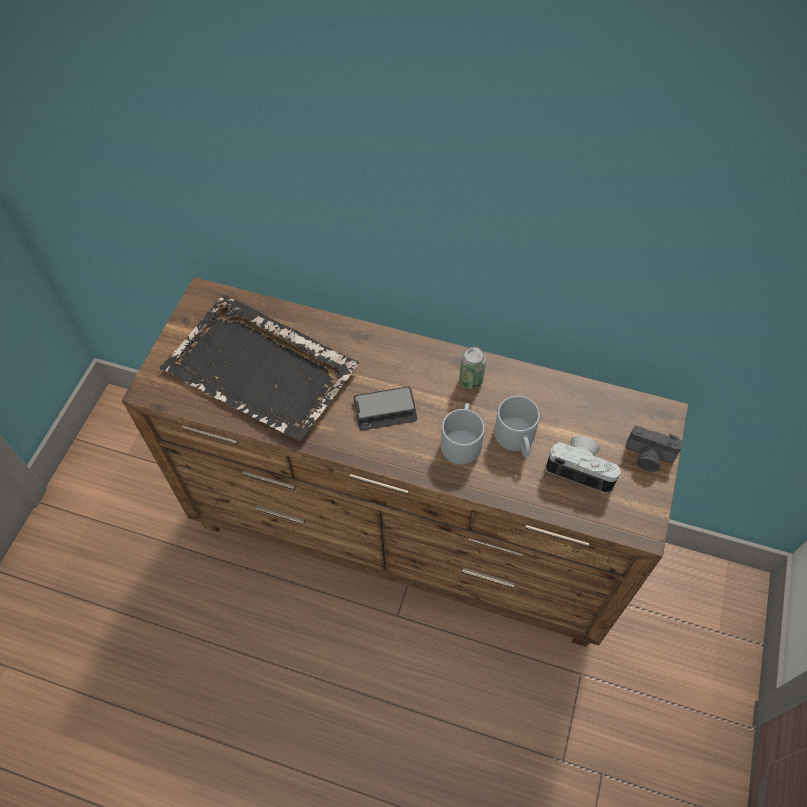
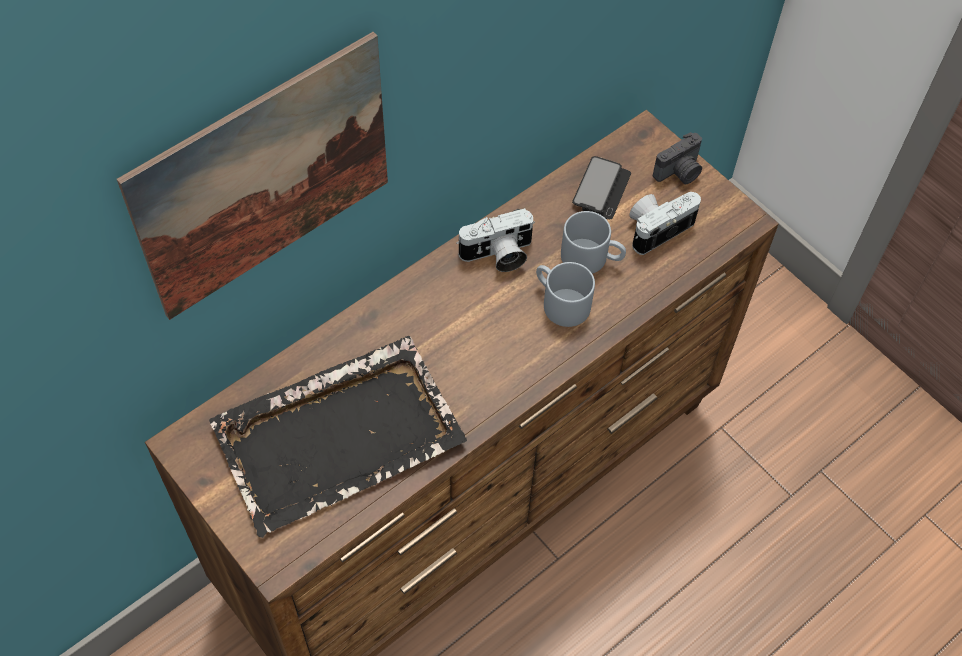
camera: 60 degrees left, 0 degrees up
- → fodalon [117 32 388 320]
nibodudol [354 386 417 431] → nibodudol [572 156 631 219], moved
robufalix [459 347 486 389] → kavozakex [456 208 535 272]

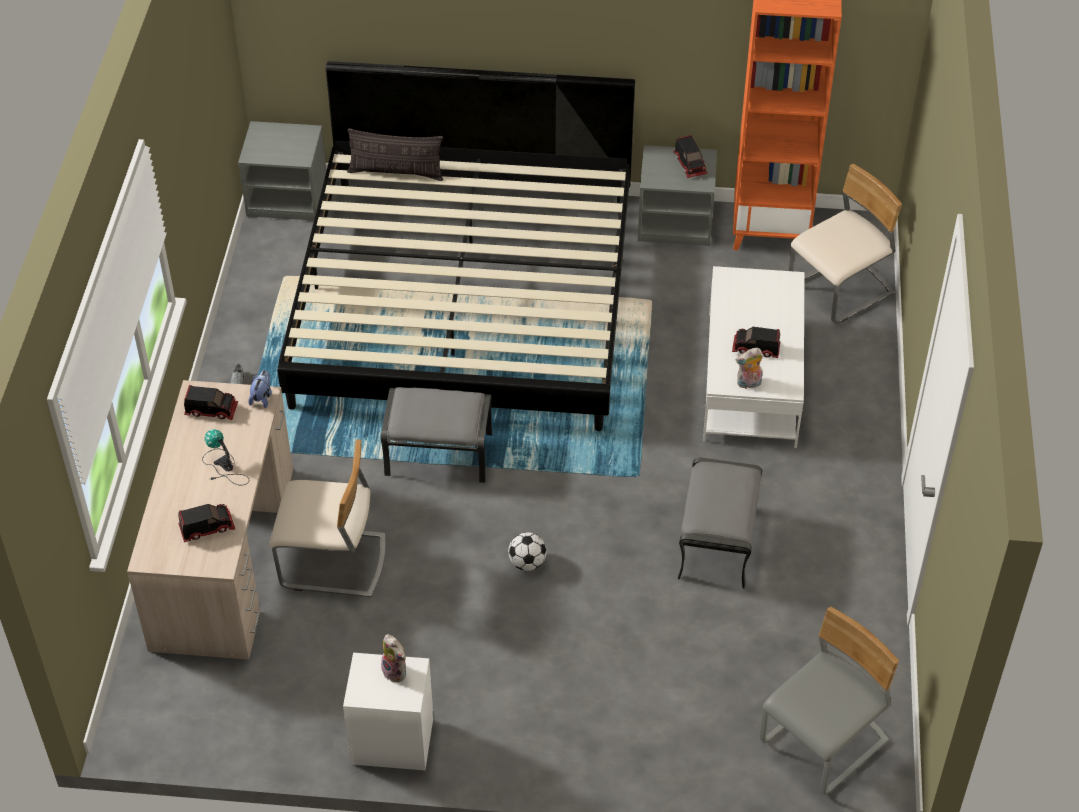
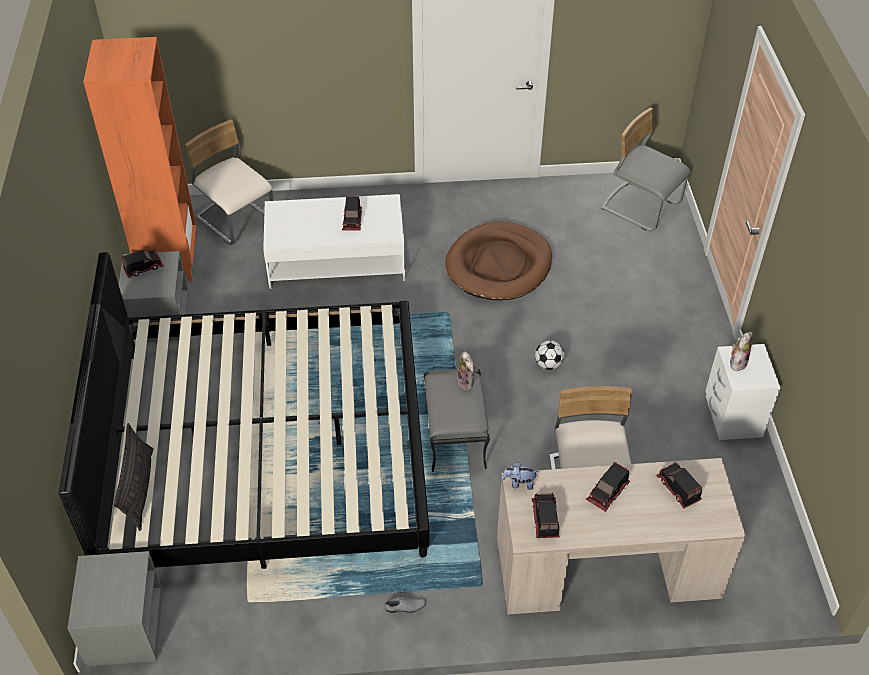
camera: 100 degrees left, 0 degrees up
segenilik [736 348 763 389] → segenilik [456 351 476 390], moved
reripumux [202 429 249 485] → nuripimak [586 462 630 512]
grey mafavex [678 457 762 589] → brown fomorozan [445 222 552 300]

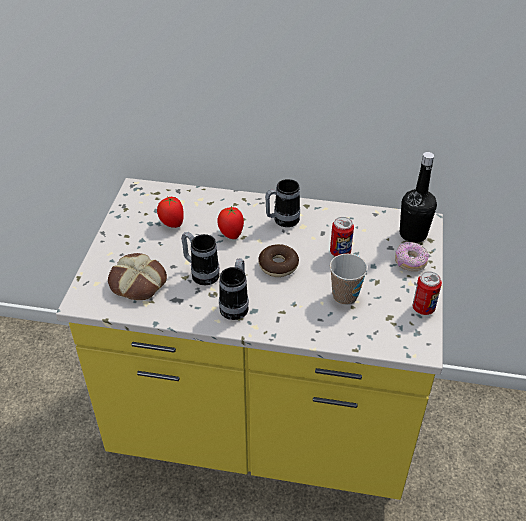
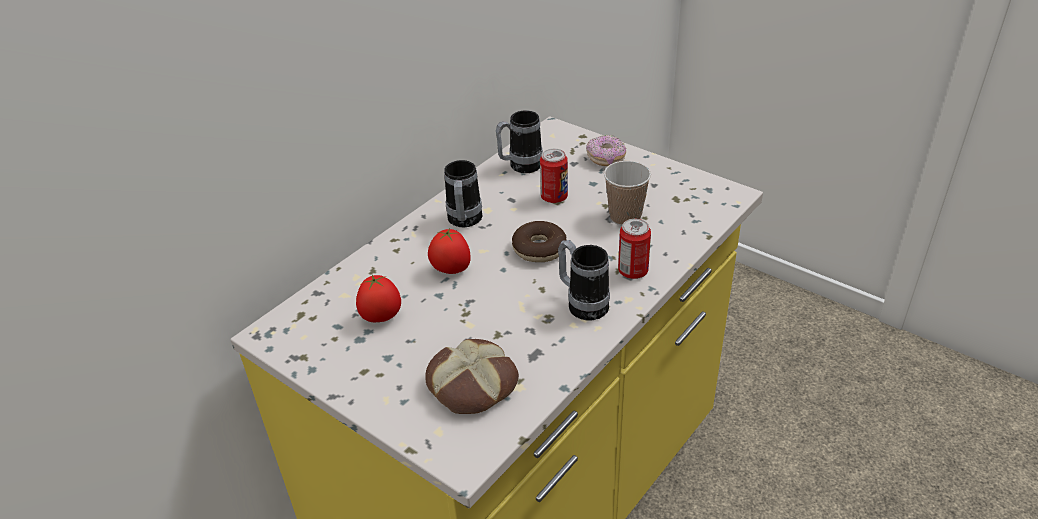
camera: 60 degrees left, 5 degrees down
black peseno [400 152 437 243] → -
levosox [181 232 220 285] → levosox [496 110 543 173], moved
robufalix [412 271 442 315] → robufalix [618 219 651 279], moved

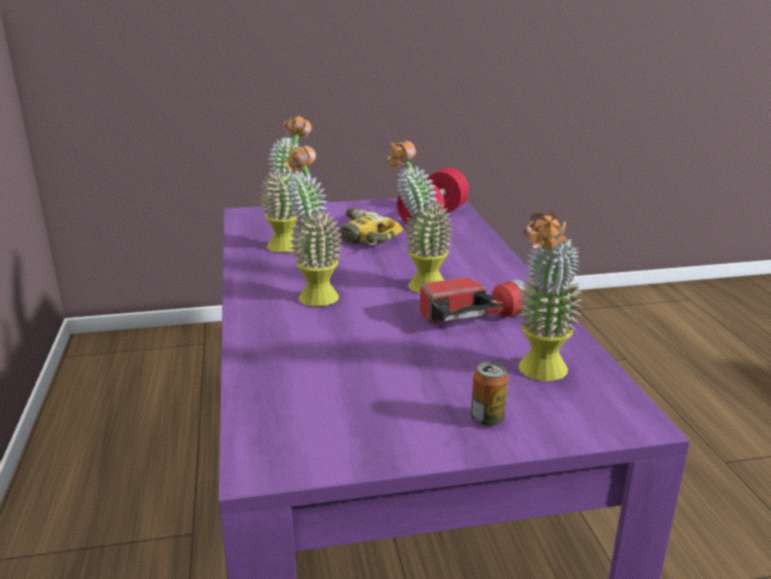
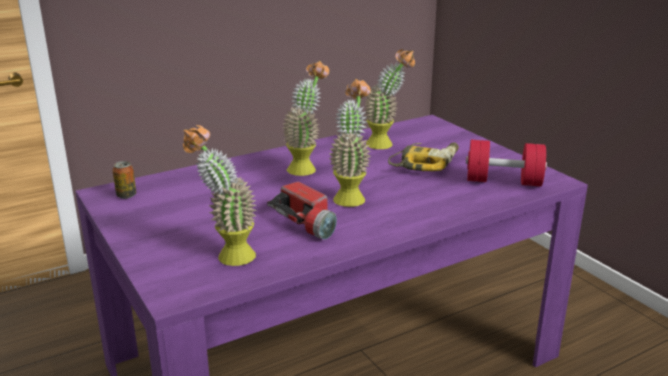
camera: 70 degrees right, 0 degrees up
robufalix [471 362 508 426] → robufalix [113 161 136 199], moved

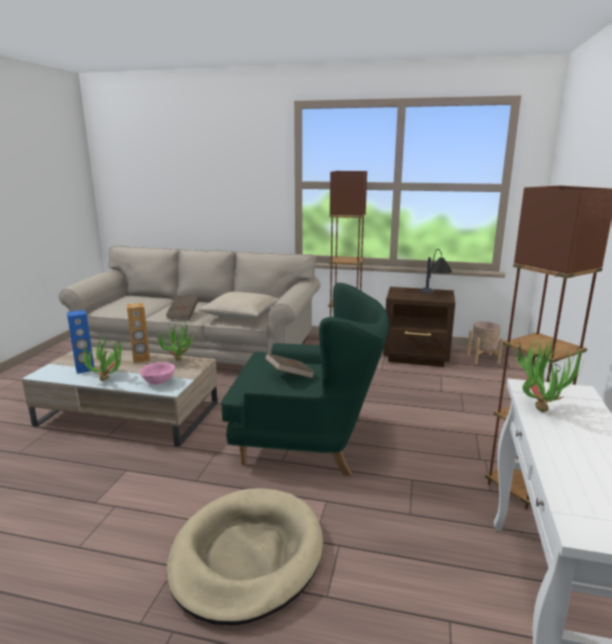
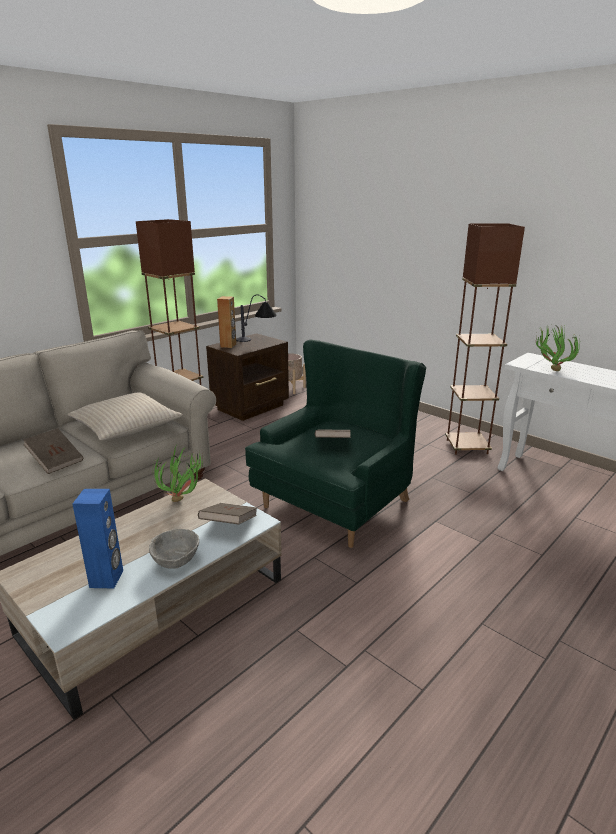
camera: 60 degrees left, 5 degrees up
beige fomorozan [166 488 323 625] → -
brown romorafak [127 303 150 363] → brown romorafak [217 296 236 348], moved
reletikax [83 336 124 381] → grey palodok [149 529 199 569]
pink palodok [140 362 175 384] → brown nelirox [198 503 257 524]

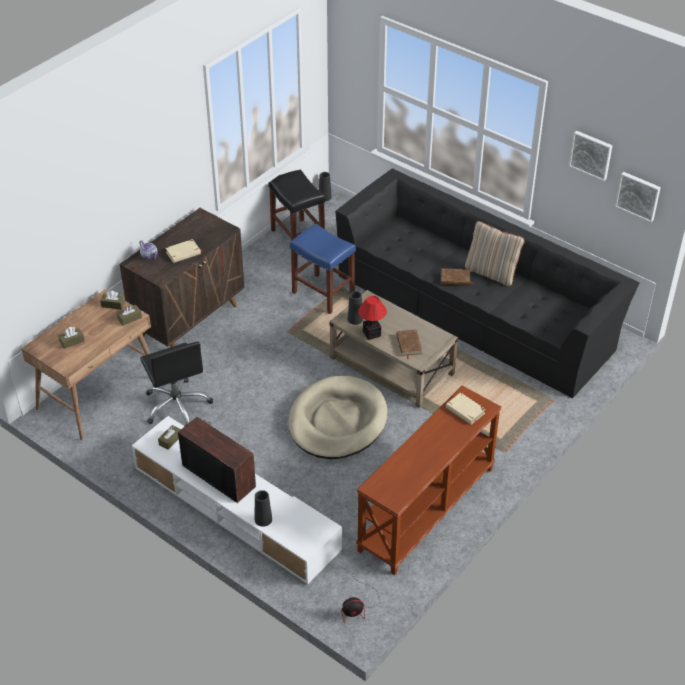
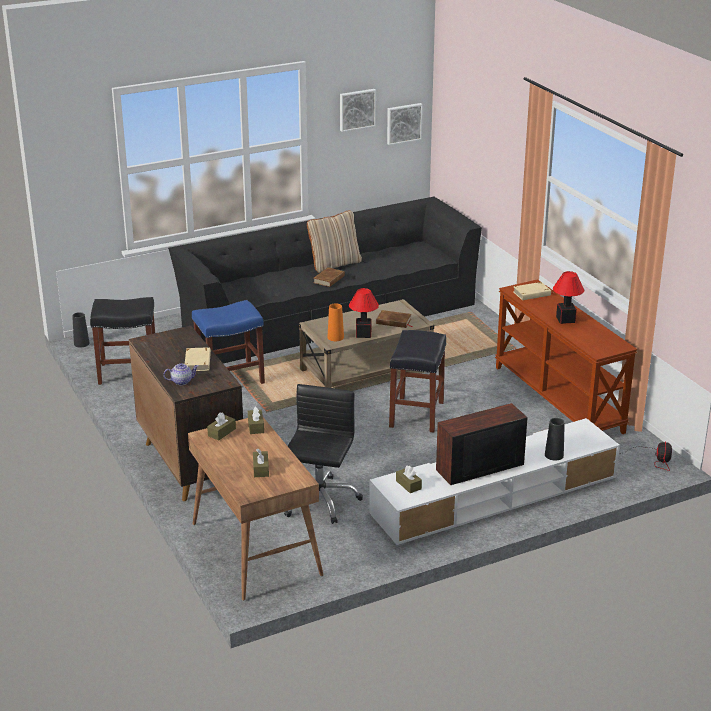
camera: 65 degrees left, 15 degrees down
- → reripumux [553 271 584 324]
beige fomorozan [289 376 388 459] → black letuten [389 330 447 433]
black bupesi [348 291 363 325] → orange bupesi [328 303 344 341]
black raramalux [140 341 213 425] → black raramalux [284 384 363 524], 75 degrees counterclockwise

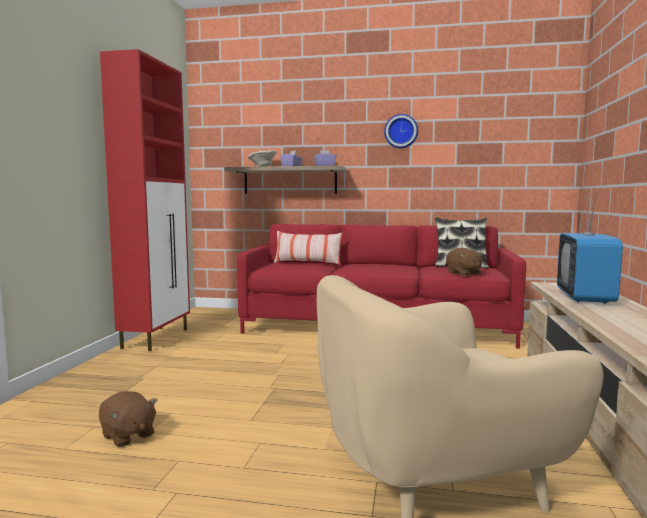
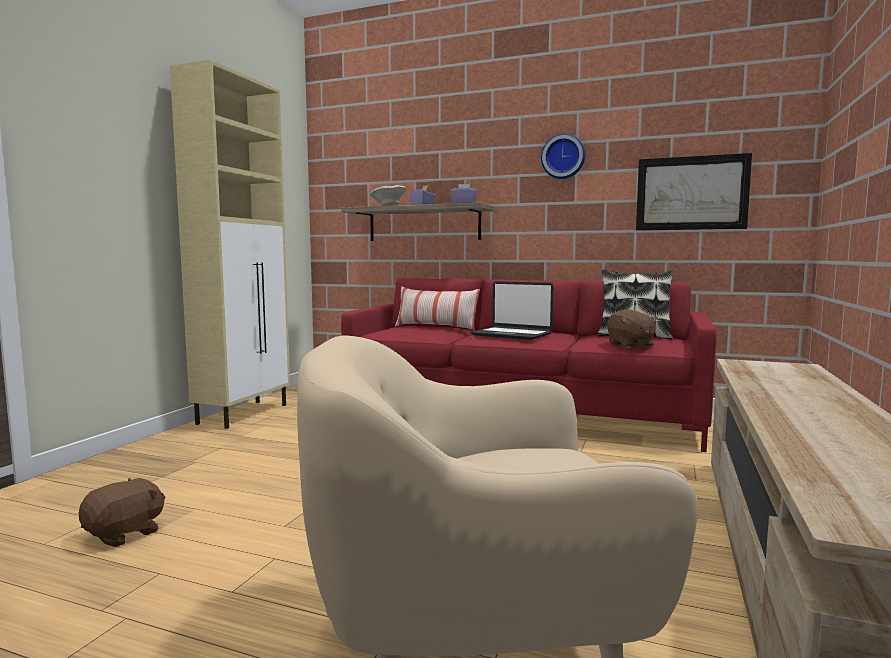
camera: 10 degrees right, 0 degrees up
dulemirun [557 193 623 304] → -
- → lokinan [471 281 553 340]
- → fodalon [636 153 752 231]
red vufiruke [100 49 190 351] → beige vufiruke [170 60 290 429]
brown segenilik [99 391 158 447] → brown segenilik [79 478 165 547], 105 degrees counterclockwise

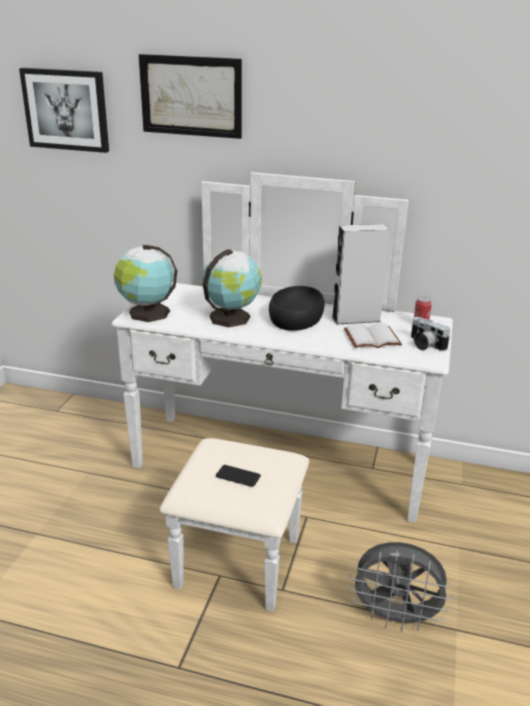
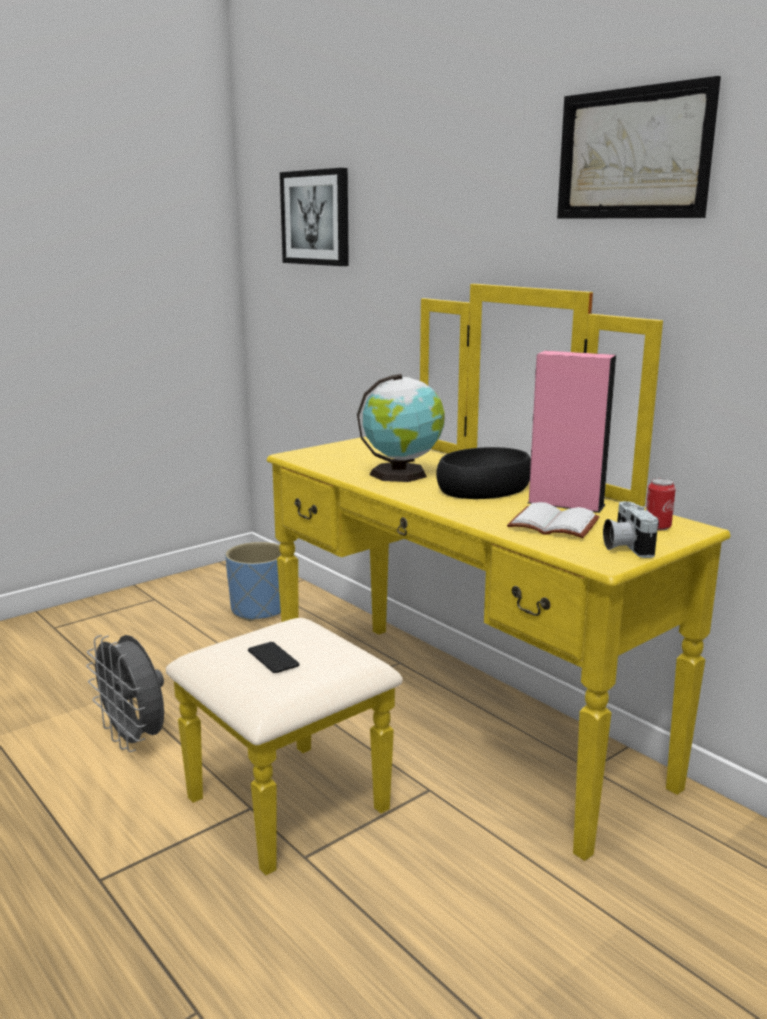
camera: 35 degrees right, 10 degrees down
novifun [114 245 177 322] → -
- → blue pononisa [225 542 281 621]
fodalon [139 54 242 139] → fodalon [557 76 721 219], moved
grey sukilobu [348 542 453 631] → grey sukilobu [86 635 164 752], moved
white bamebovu [112 172 453 612] → yellow bamebovu [166 284 730 875]
grey romorafak [332 224 390 325] → pink romorafak [528 351 616 513]

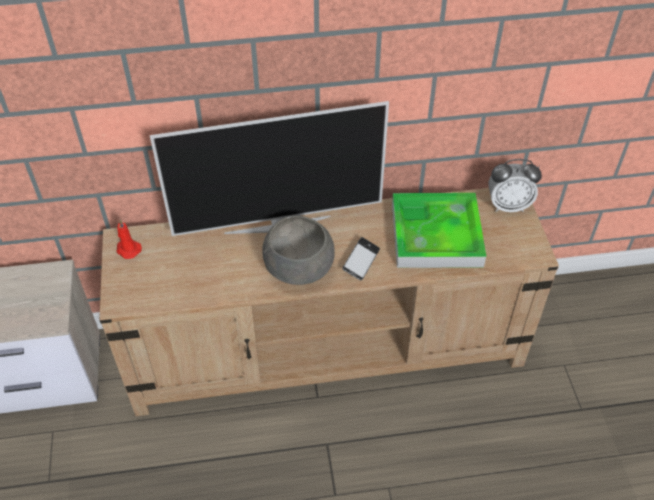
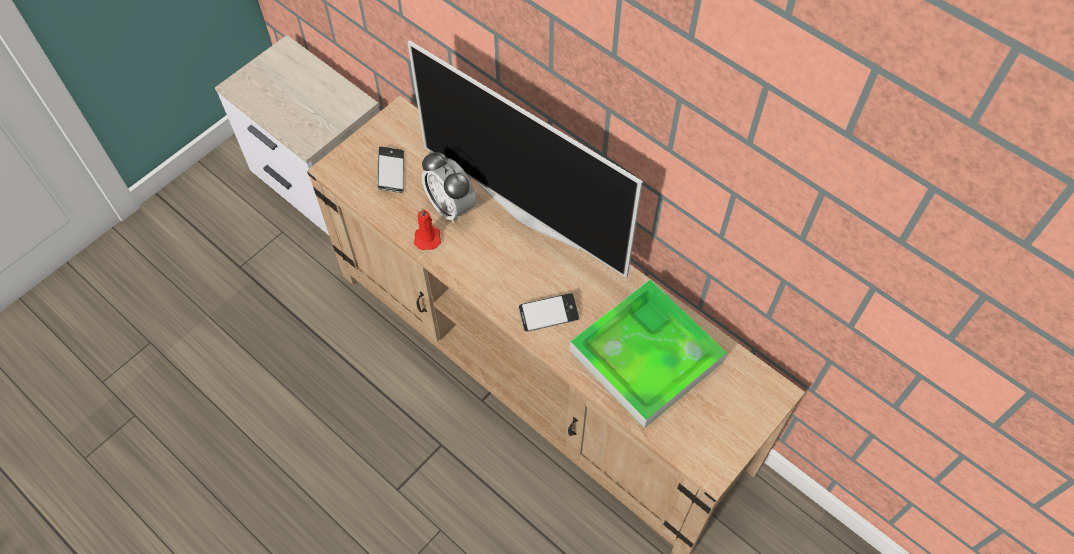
camera: 50 degrees right, 10 degrees up
grey palodok [262 216 335 285] → -
- → nibodudol [377 146 404 193]
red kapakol [116 220 142 259] → red kapakol [414 208 441 250], moved
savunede [489 159 542 212] → savunede [422 151 476 223], moved

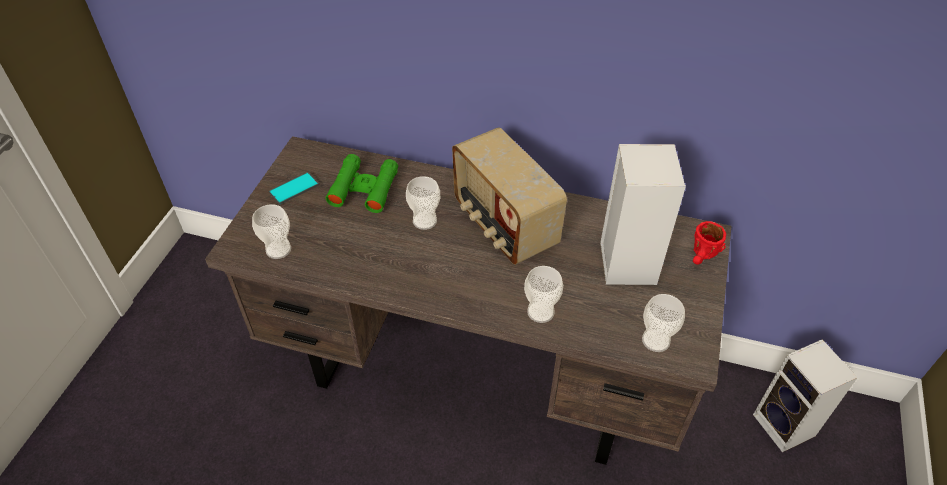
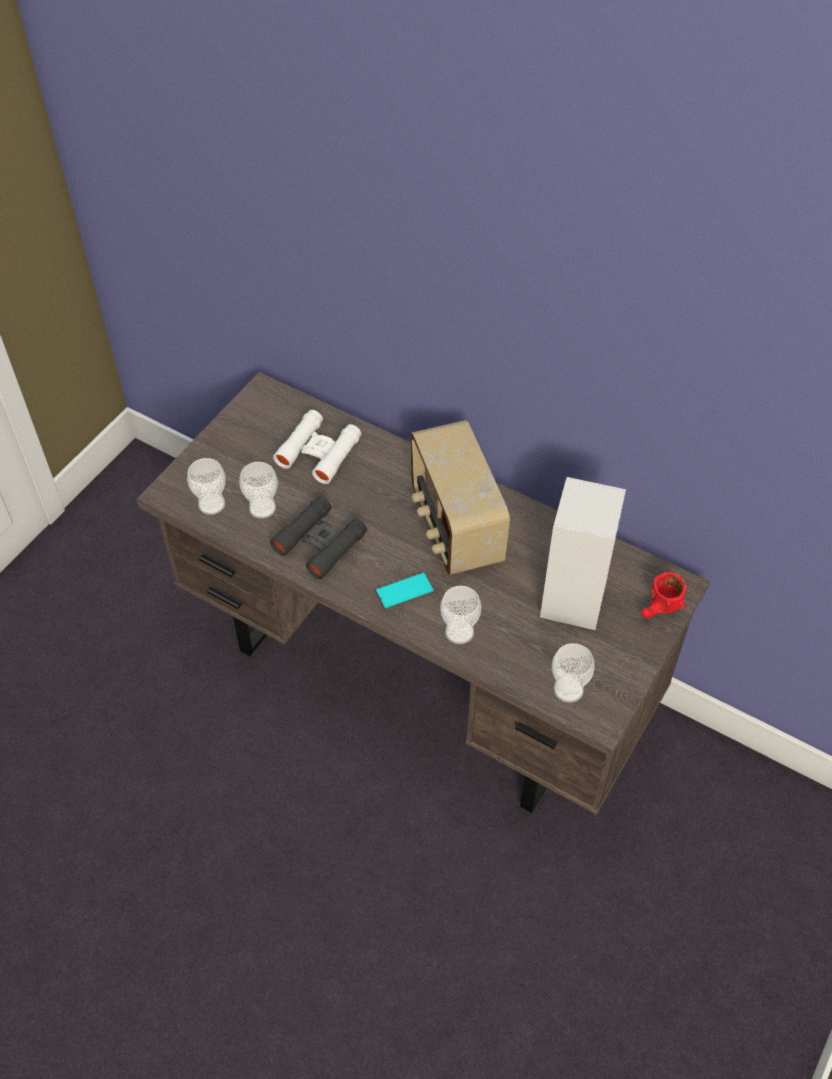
camera: 15 degrees right, 5 degrees up
romorafak [753 339 858 452] → -
- → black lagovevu [270 496 367 579]
nibodudol [269 172 319 205] → nibodudol [375 571 436 610], moved
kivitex [406 176 440 230] → kivitex [239 462 278 519], moved
green lagovevu [326 154 398 213] → white lagovevu [273 410 361 484]

